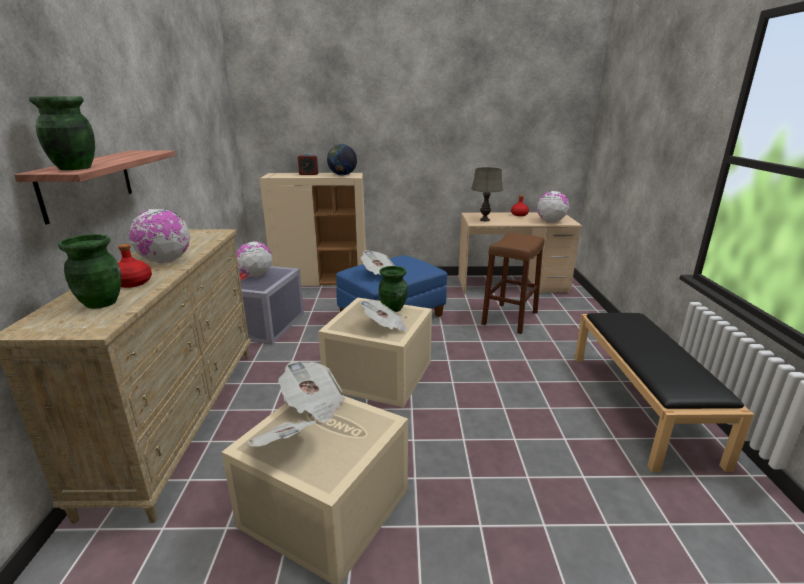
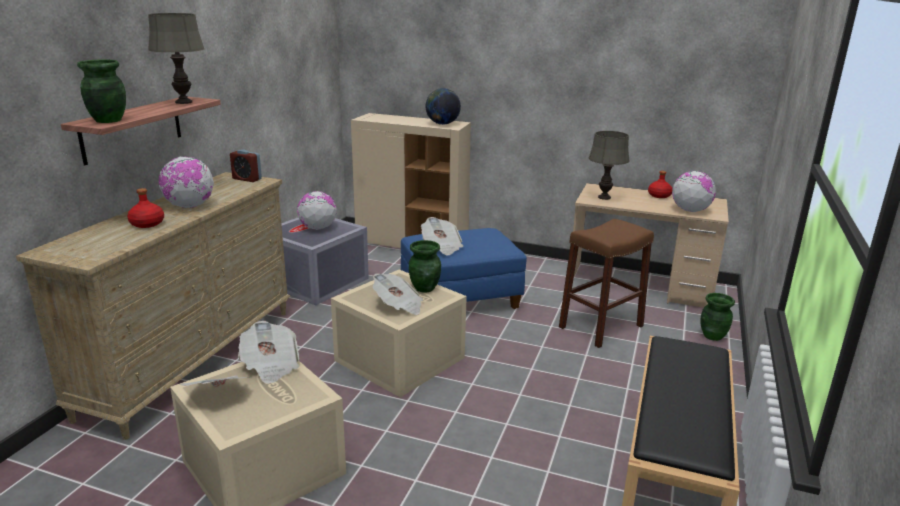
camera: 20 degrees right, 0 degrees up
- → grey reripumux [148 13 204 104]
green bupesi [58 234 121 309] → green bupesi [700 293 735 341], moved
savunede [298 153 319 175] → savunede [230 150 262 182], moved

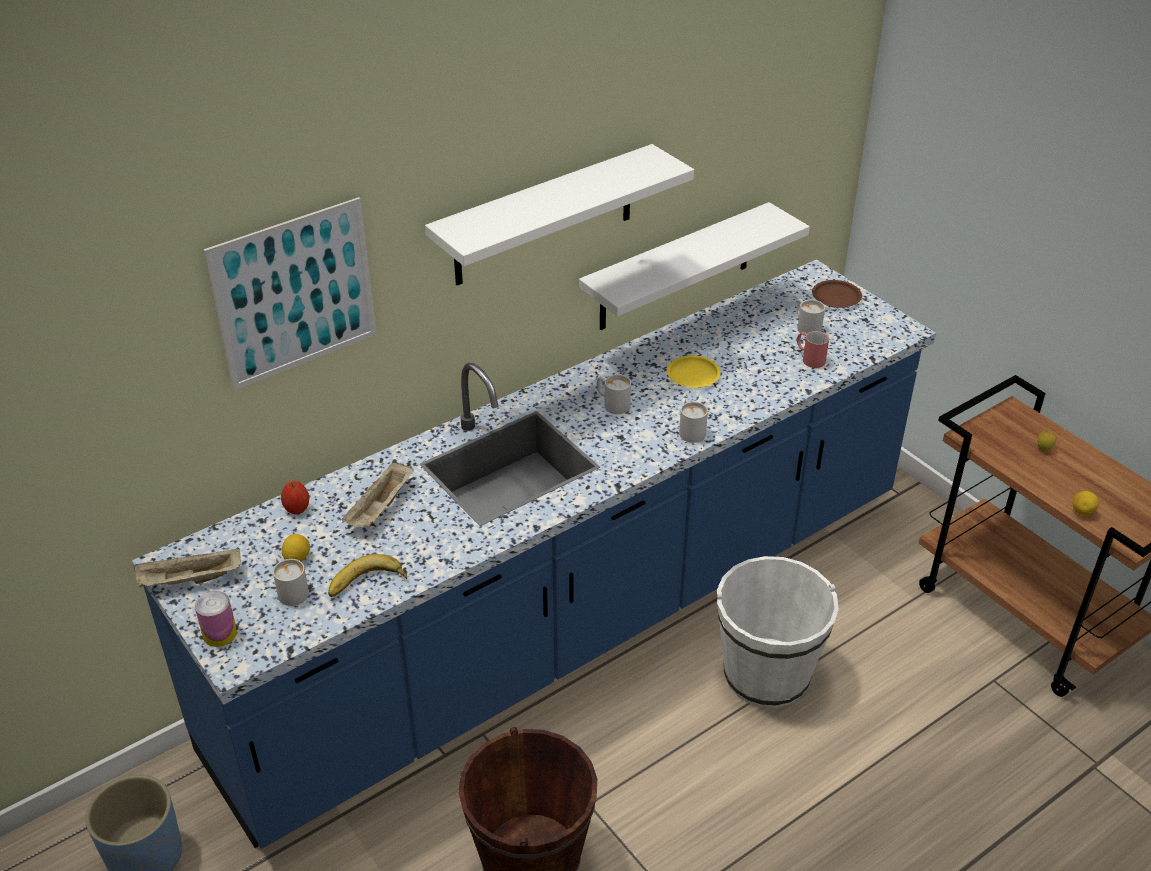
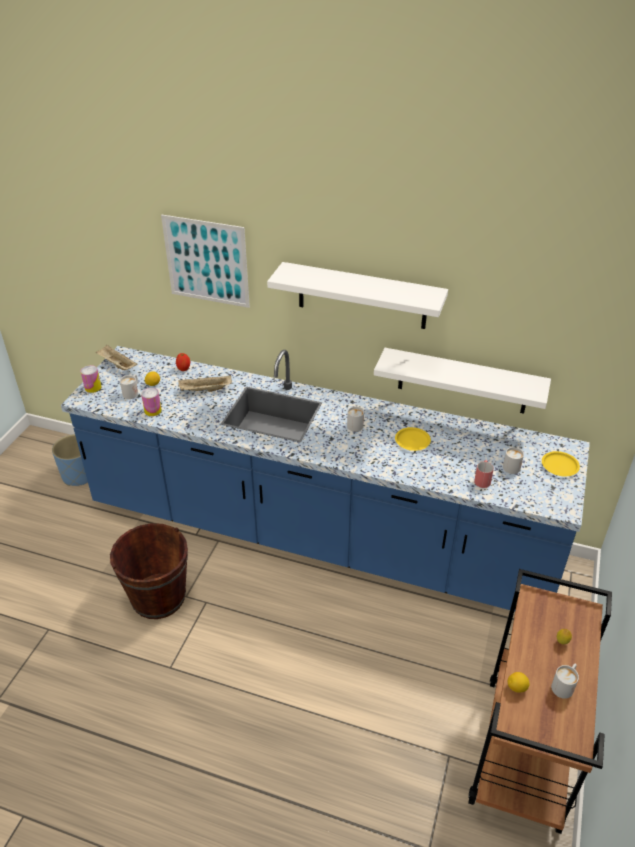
camera: 55 degrees right, 0 degrees up
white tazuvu [717 556 839 708] → -
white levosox [679 399 708 443] → white levosox [551 664 579 699], moved
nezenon [328 554 407 597] → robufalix [141 388 162 416]
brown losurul [812 280 862 308] → yellow losurul [542 451 580 476]

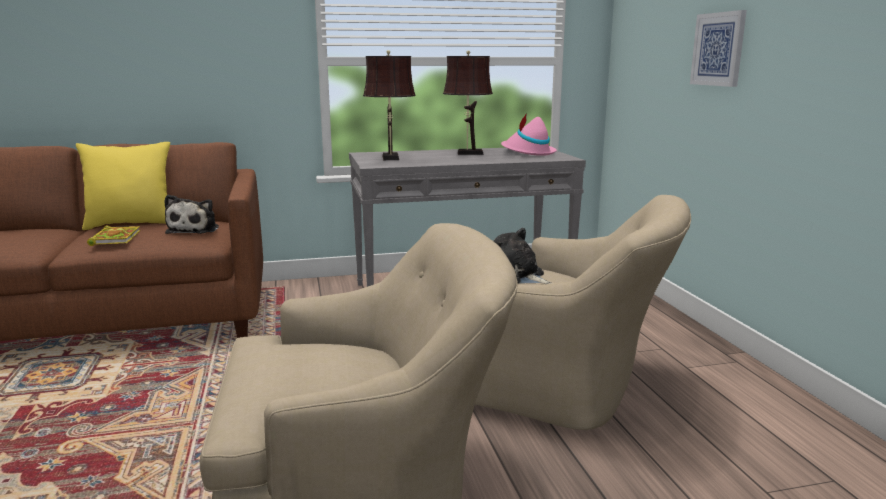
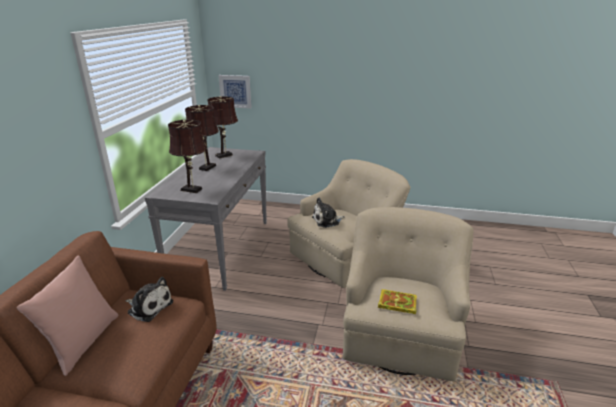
camera: 65 degrees left, 10 degrees up
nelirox [87 225 141 246] → nelirox [378 289 417 315], moved
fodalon [690 10 747 87] → fodalon [218 75 252 109], moved
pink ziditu [501 113 557 156] → brown reripumux [207 96 238 159]
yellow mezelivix [76 142 170 230] → pink mezelivix [16 256 118 376]

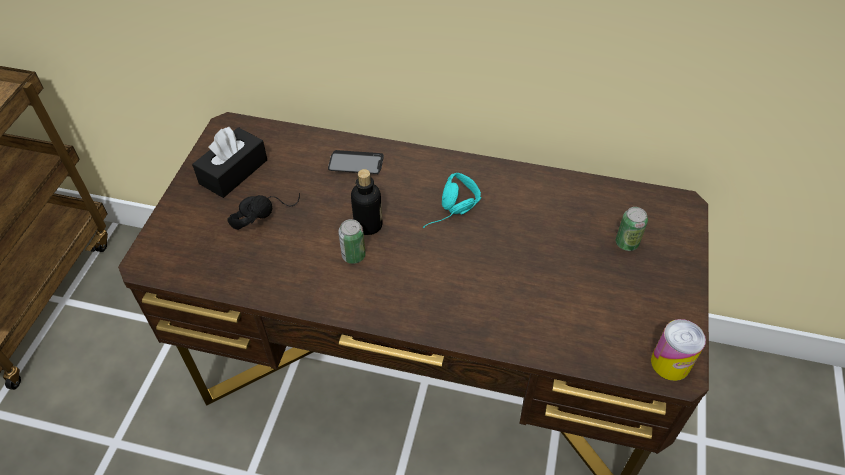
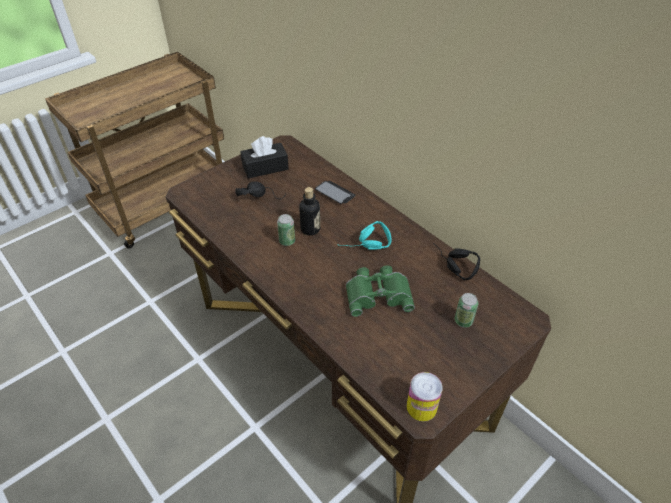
camera: 35 degrees right, 5 degrees down
- → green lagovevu [346 265 415 317]
- → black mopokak [433 243 480 280]

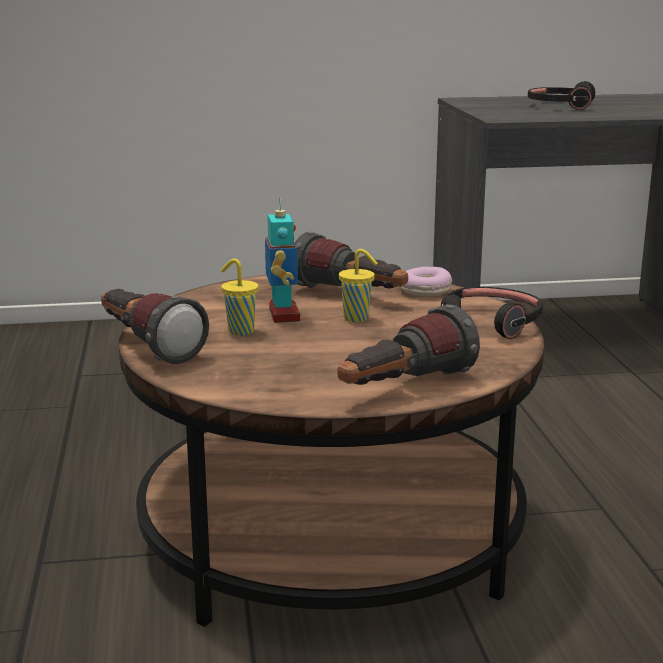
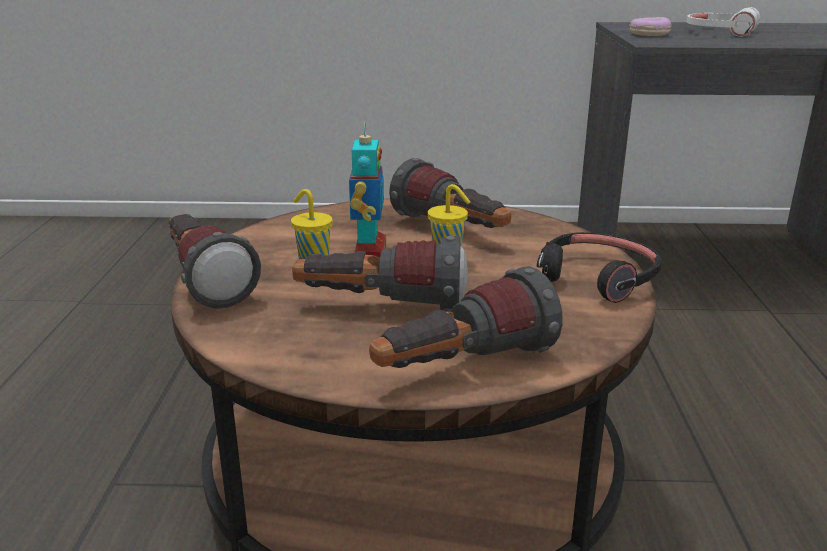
camera: 10 degrees right, 5 degrees up
- → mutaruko [292 236 468 312]
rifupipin [400 267 452 297] → rifupipin [629 17 671 36], moved
black mopokak [528 81 595 110] → white mopokak [687 7 760 37]

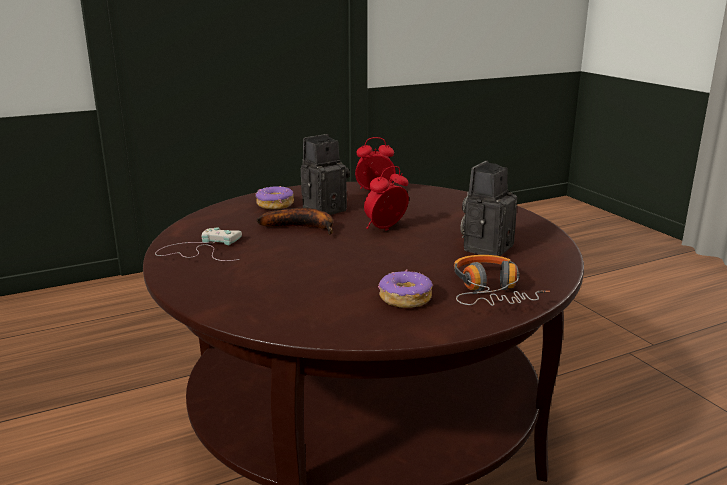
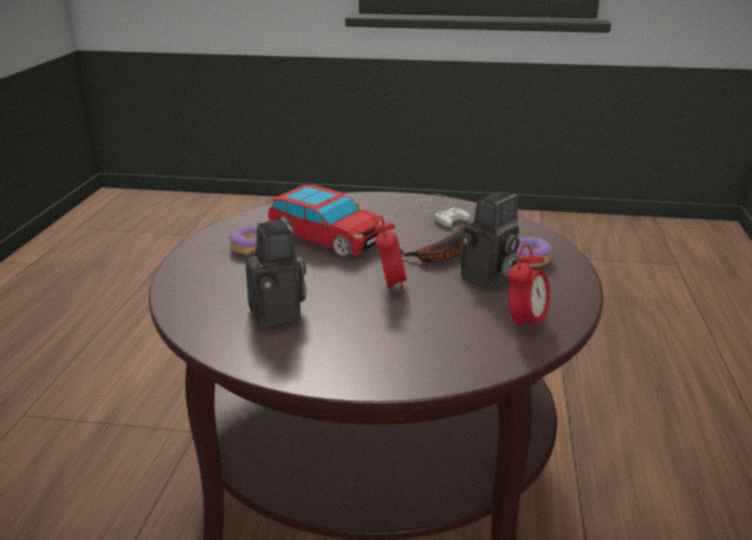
camera: 125 degrees right, 5 degrees up
mopokak [454 255 550 306] → -
- → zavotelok [268 185 386 257]
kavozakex [301 134 350 215] → kavozakex [461 192 519 288], 45 degrees clockwise

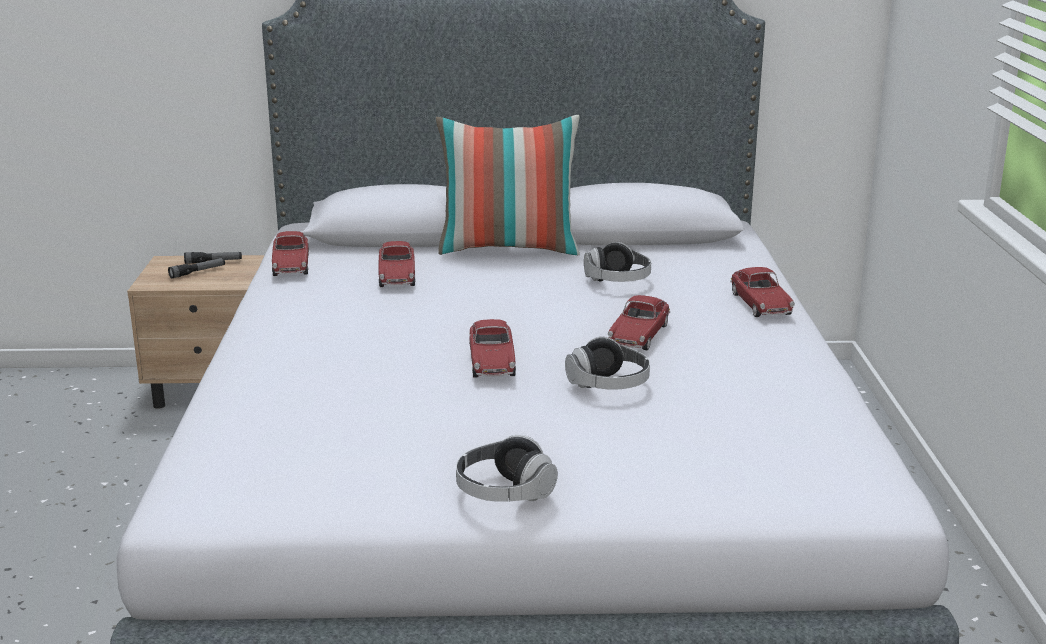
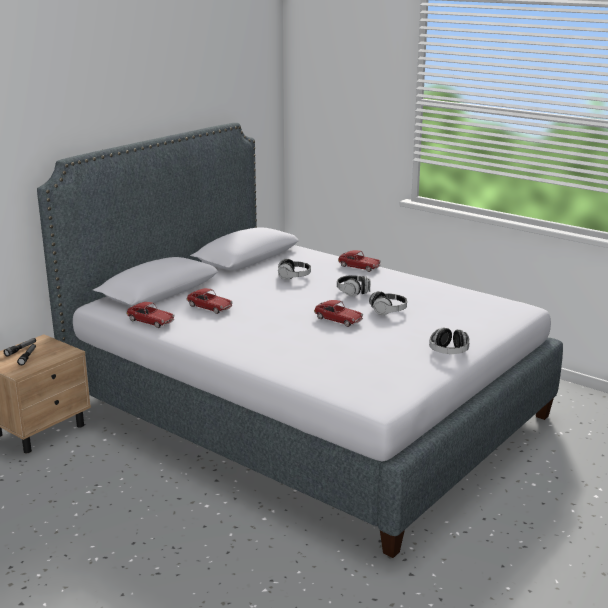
camera: 50 degrees left, 0 degrees up
mezelivix [436 115 580 255] → -
zavotelok [608 295 670 350] → mopokak [337 275 370 297]

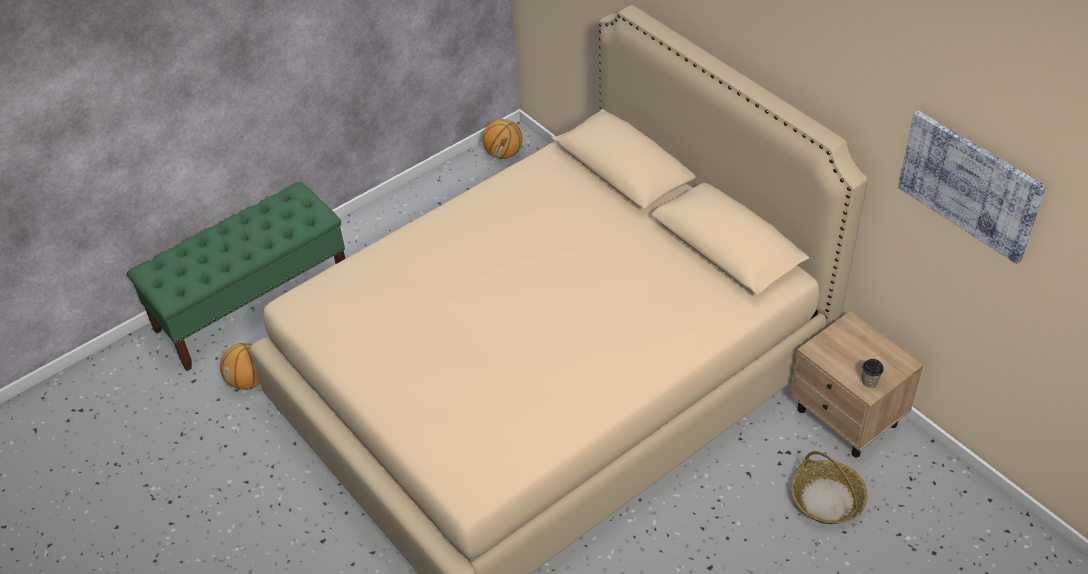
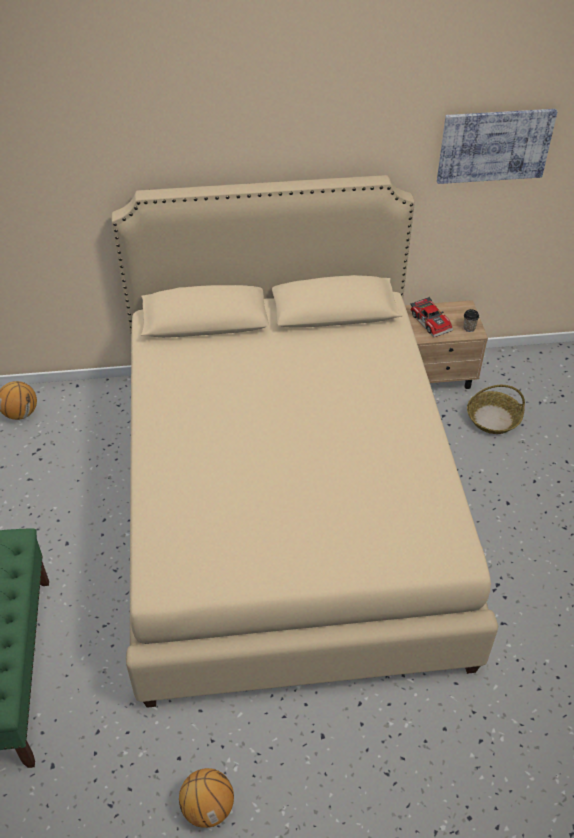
camera: 60 degrees left, 0 degrees up
- → zavotelok [410 297 453 337]
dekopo [220 343 260 390] → dekopo [179 768 234 828], moved

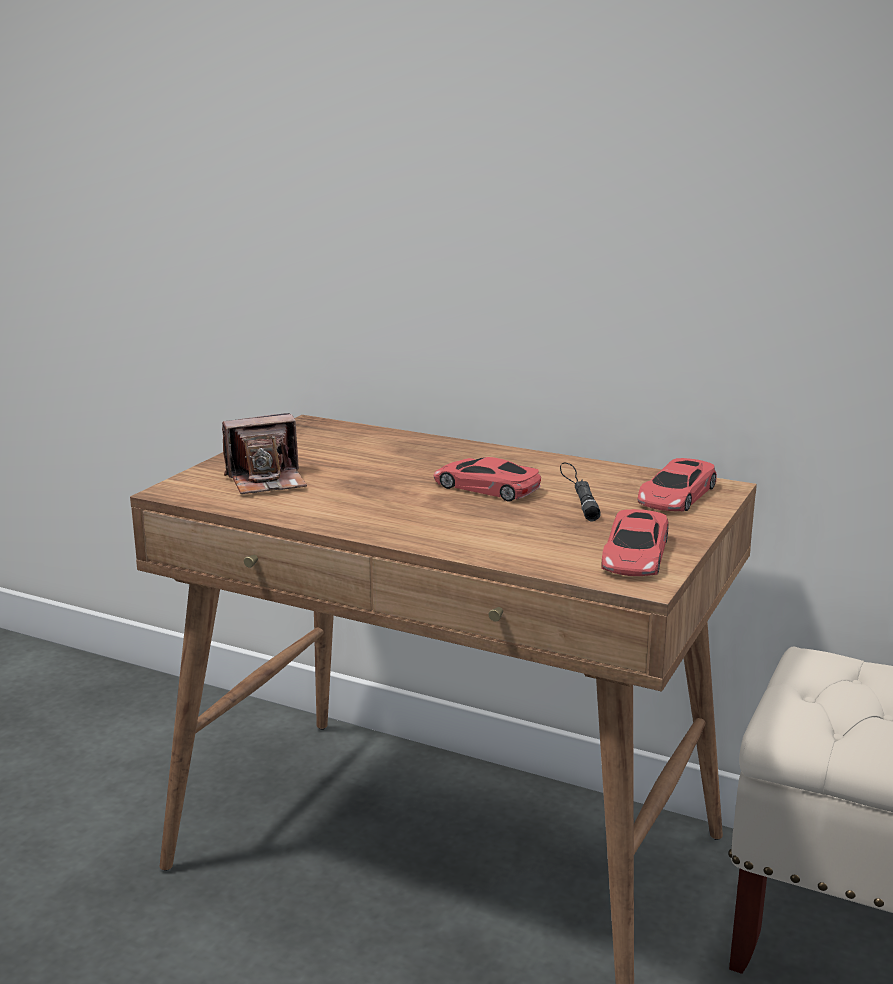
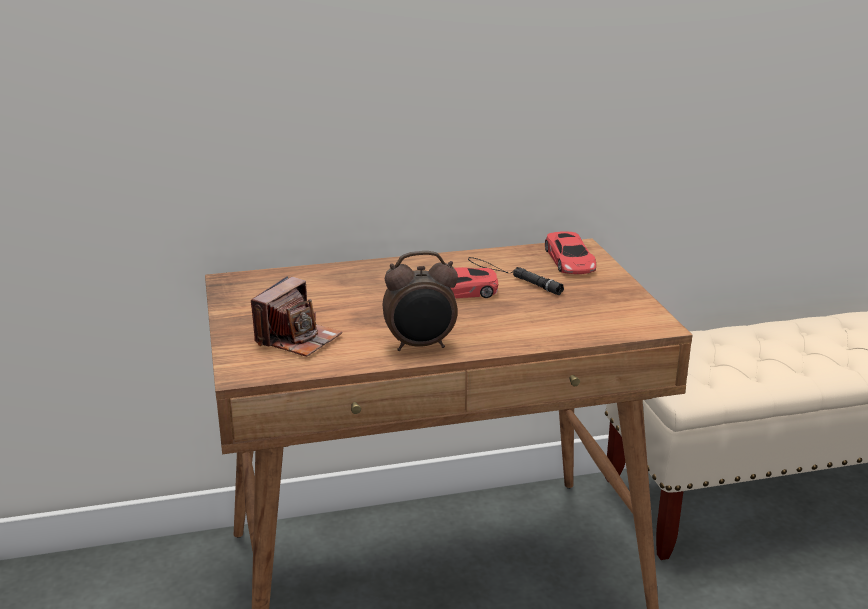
camera: 40 degrees left, 5 degrees up
red zavotelok [601 509 669 576] → -
- → savunede [383 251 458 351]

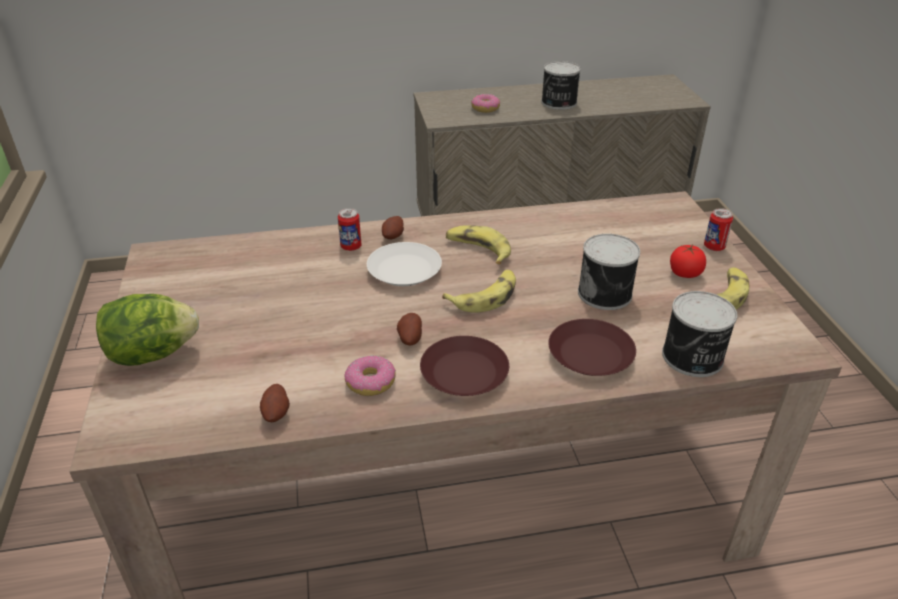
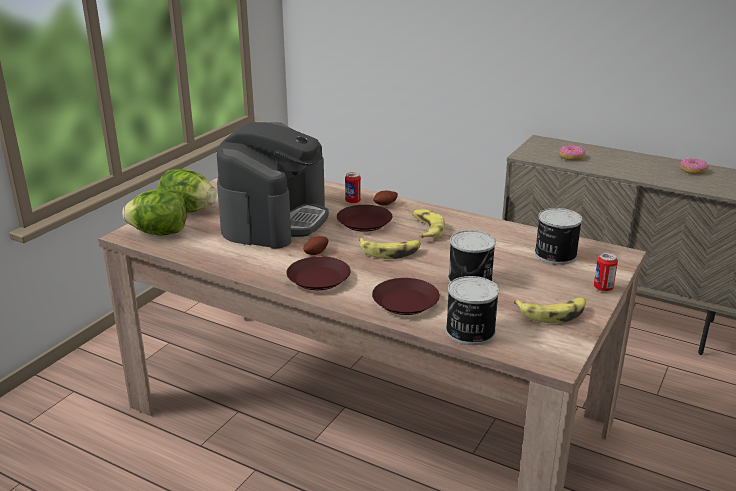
camera: 40 degrees right, 10 degrees down
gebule [260 384 290 422] → -
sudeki [670 245 706 278] → -
- → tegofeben [122 189 187 236]
- → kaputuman [217 122 329 249]
rifupipin [344 356 396 396] → rifupipin [680 158 709 174], moved
robufalix [541 61 581 110] → robufalix [535 208 582 264], moved
white losurul [367 242 442 286] → brown losurul [337 205 392 232]

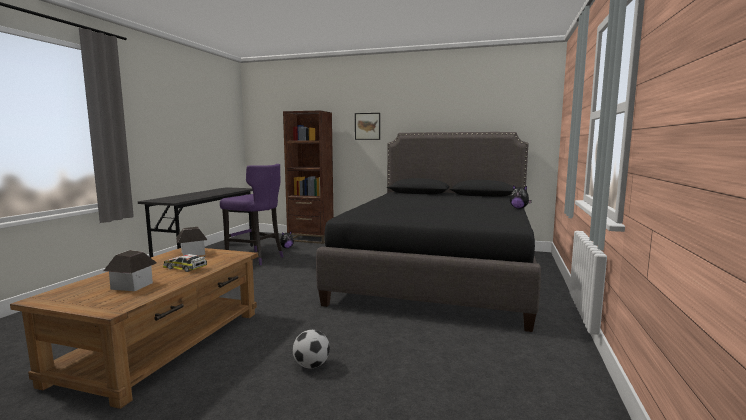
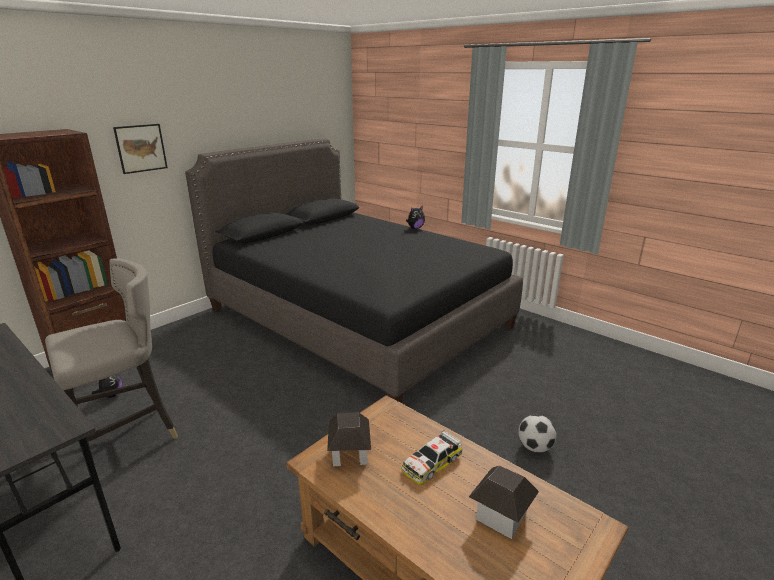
camera: 65 degrees left, 15 degrees up
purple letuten [220 164 283 265] → grey letuten [45 258 178 466]

